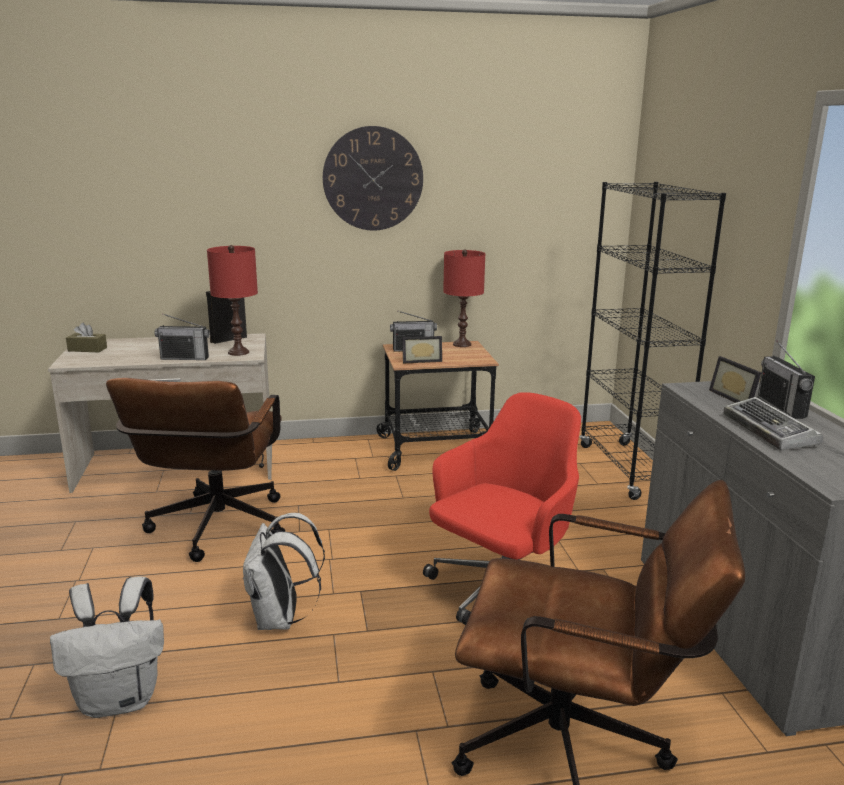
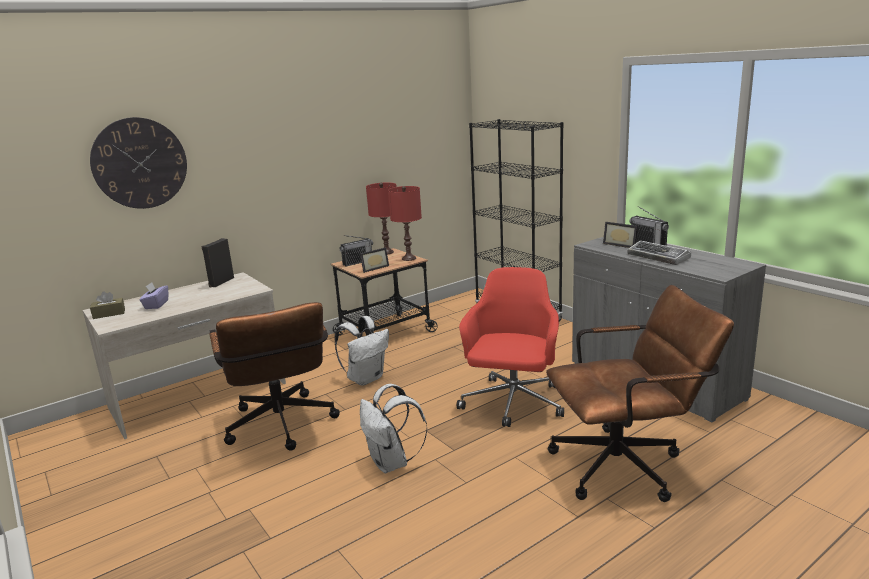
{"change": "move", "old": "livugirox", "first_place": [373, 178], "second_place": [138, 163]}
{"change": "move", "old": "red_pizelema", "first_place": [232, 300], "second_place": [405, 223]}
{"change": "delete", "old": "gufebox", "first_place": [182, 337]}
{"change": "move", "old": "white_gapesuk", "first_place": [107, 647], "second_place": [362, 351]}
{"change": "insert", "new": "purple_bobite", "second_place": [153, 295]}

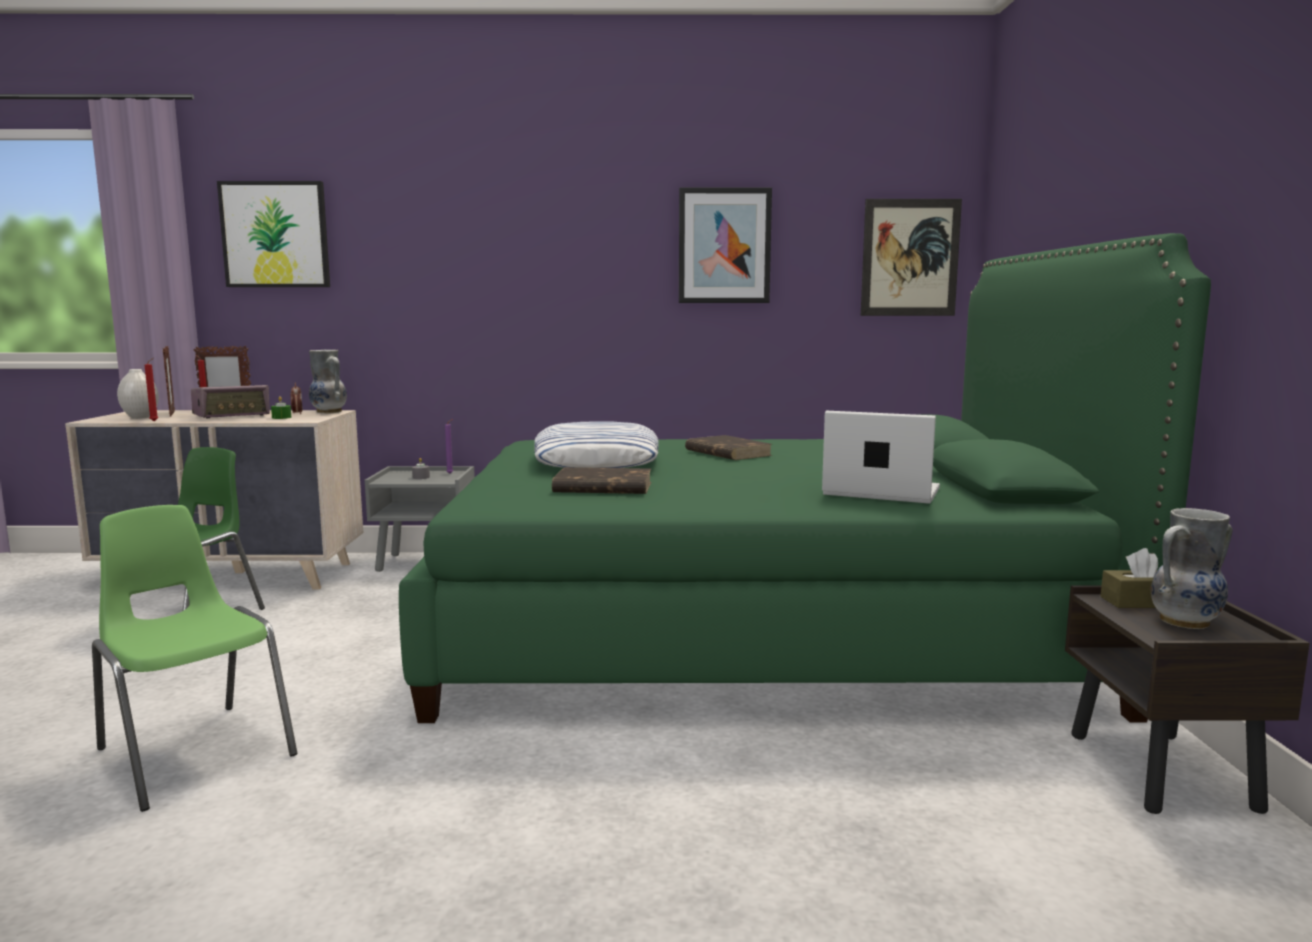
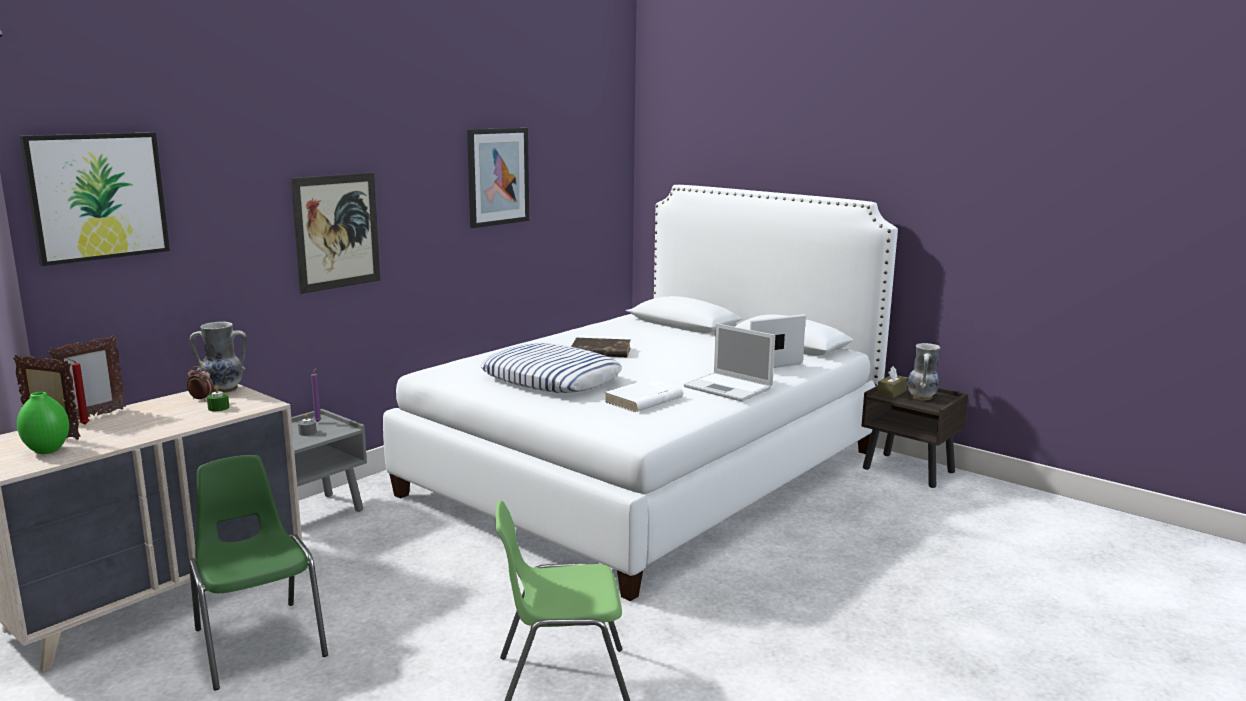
{"change": "move", "old": "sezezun", "first_place": [911, 257], "second_place": [335, 233]}
{"change": "recolor", "old": "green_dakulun", "new": "white_dakulun", "first_place": [805, 478], "second_place": [640, 393]}
{"change": "delete", "old": "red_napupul", "first_place": [151, 389]}
{"change": "recolor", "old": "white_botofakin", "new": "green_botofakin", "first_place": [138, 394], "second_place": [43, 423]}
{"change": "delete", "old": "gufebox", "first_place": [230, 401]}
{"change": "recolor", "old": "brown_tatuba", "new": "white_tatuba", "first_place": [601, 480], "second_place": [644, 395]}
{"change": "insert", "new": "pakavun", "second_place": [729, 362]}

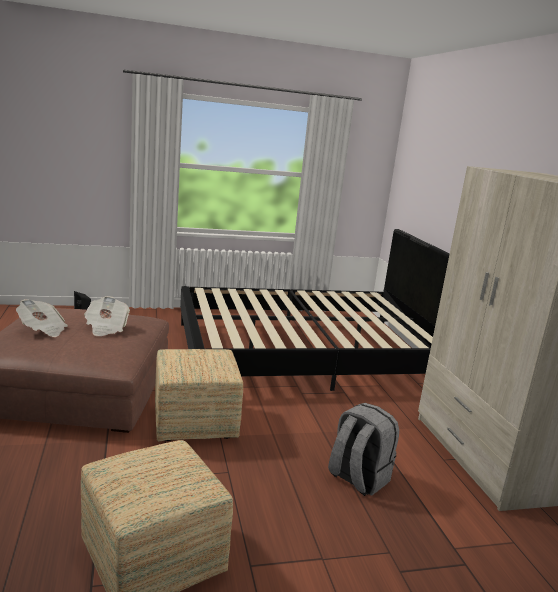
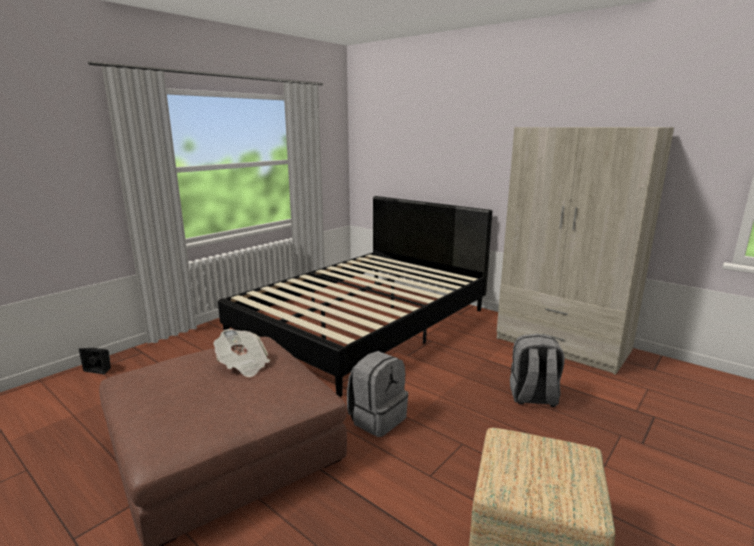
{"change": "delete", "old": "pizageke", "first_place": [42, 318]}
{"change": "replace", "old": "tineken", "new": "grey_gapesuk", "first_place": [199, 395], "second_place": [377, 394]}

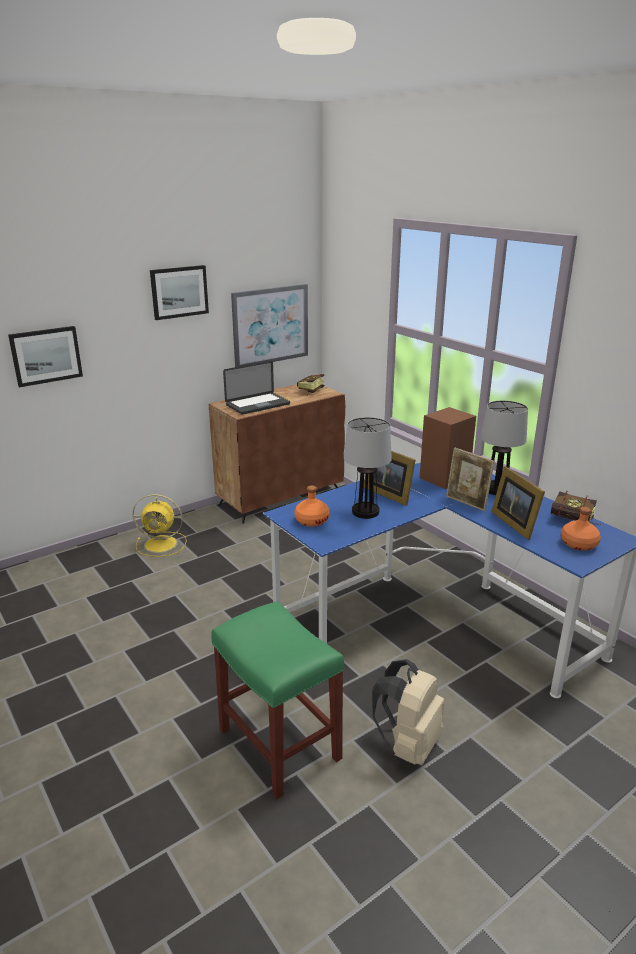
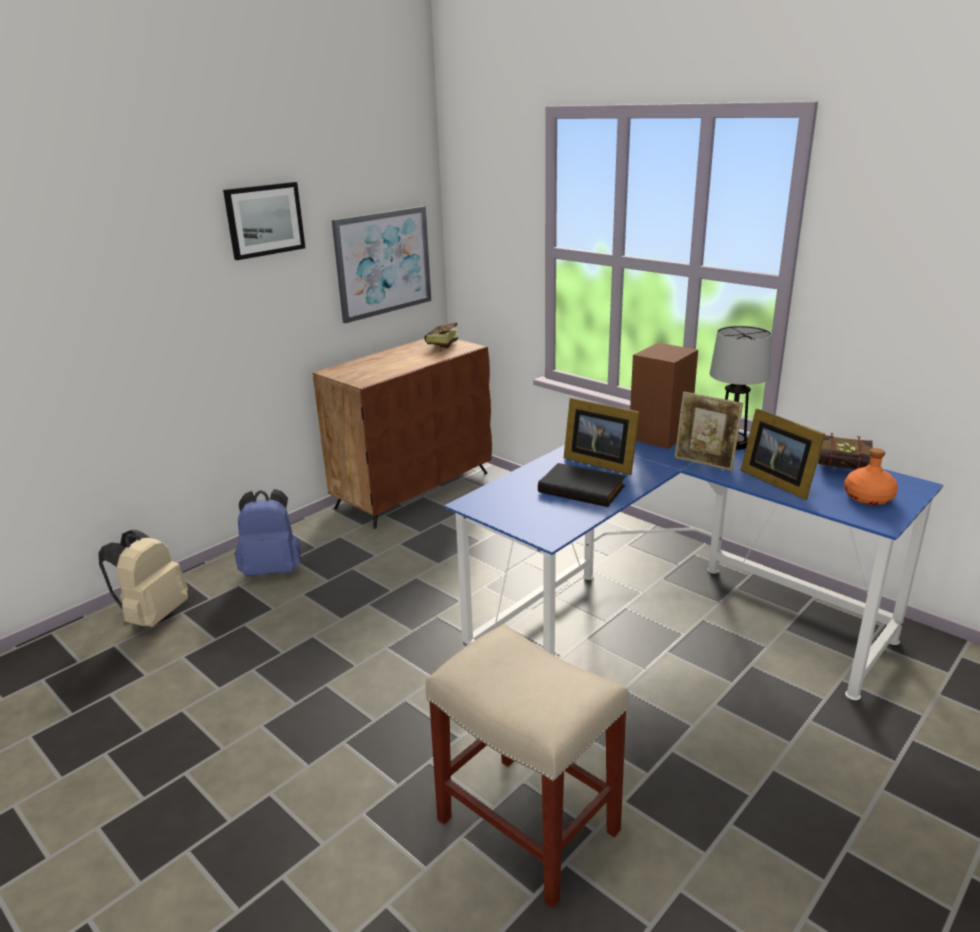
{"change": "delete", "old": "sezezun", "first_place": [45, 356]}
{"change": "delete", "old": "pakavun", "first_place": [256, 388]}
{"change": "replace", "old": "pizelema", "new": "black_tatuba", "first_place": [368, 468], "second_place": [581, 485]}
{"change": "delete", "old": "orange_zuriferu", "first_place": [312, 506]}
{"change": "replace", "old": "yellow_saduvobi", "new": "blue_gapesuk", "first_place": [159, 525], "second_place": [268, 532]}
{"change": "recolor", "old": "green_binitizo", "new": "beige_binitizo", "first_place": [277, 700], "second_place": [527, 766]}
{"change": "move", "old": "beige_gapesuk", "first_place": [408, 712], "second_place": [143, 578]}

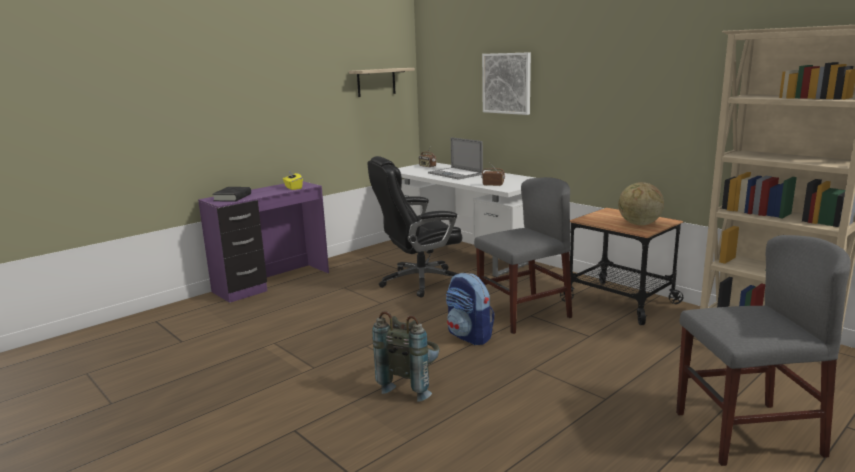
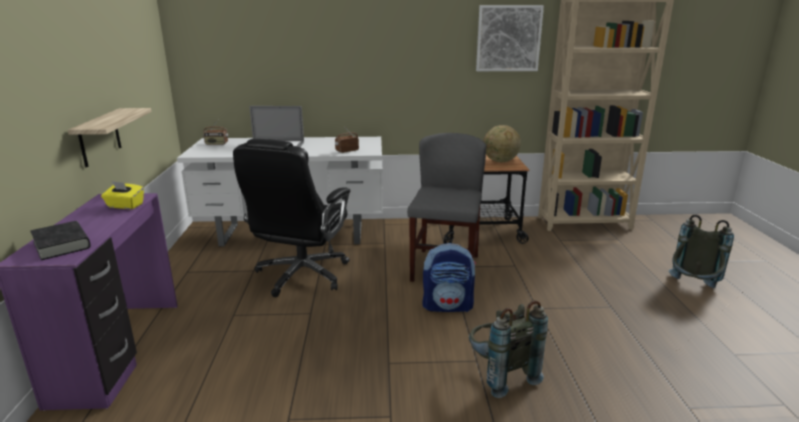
{"change": "move", "old": "sezezun", "first_place": [506, 83], "second_place": [510, 38]}
{"change": "move", "old": "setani", "first_place": [382, 82], "second_place": [110, 137]}
{"change": "replace", "old": "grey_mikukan", "new": "grey_gapesuk", "first_place": [763, 350], "second_place": [701, 251]}

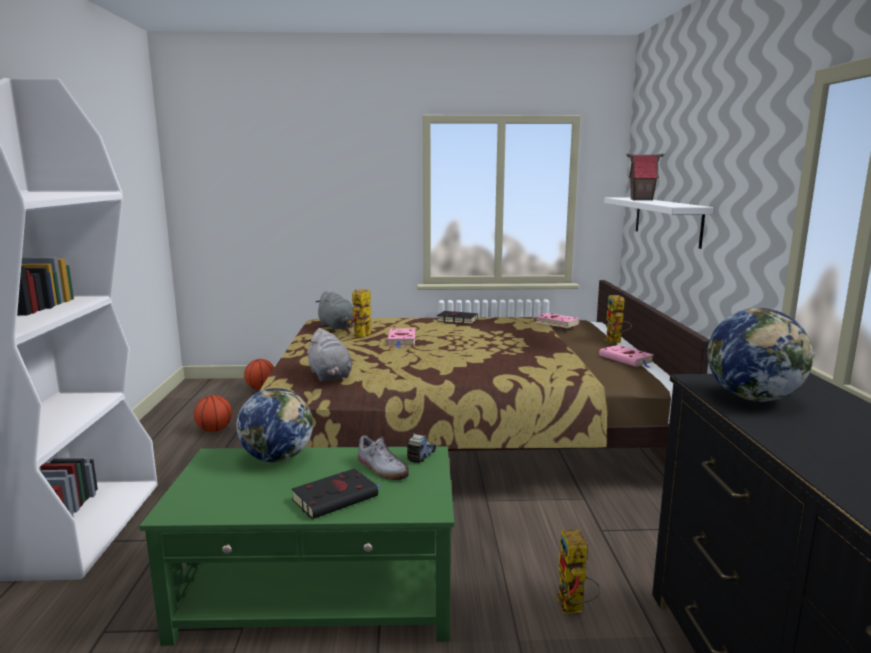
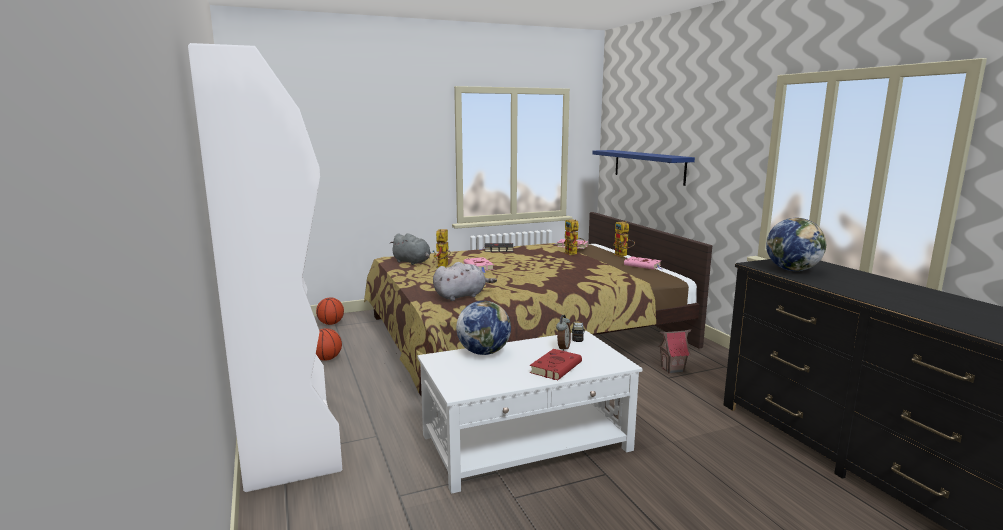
{"change": "move", "old": "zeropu", "first_place": [645, 177], "second_place": [674, 351]}
{"change": "recolor", "old": "white_setani", "new": "blue_setani", "first_place": [658, 223], "second_place": [644, 168]}
{"change": "rotate", "old": "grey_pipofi", "first_place": [329, 355], "second_place": [465, 281], "degrees": -75}
{"change": "replace", "old": "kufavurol", "new": "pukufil", "first_place": [383, 458], "second_place": [563, 333]}
{"change": "recolor", "old": "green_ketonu", "new": "white_ketonu", "first_place": [296, 546], "second_place": [530, 412]}
{"change": "recolor", "old": "black_tatuba", "new": "red_tatuba", "first_place": [336, 494], "second_place": [556, 364]}
{"change": "move", "old": "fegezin", "first_place": [578, 571], "second_place": [574, 237]}

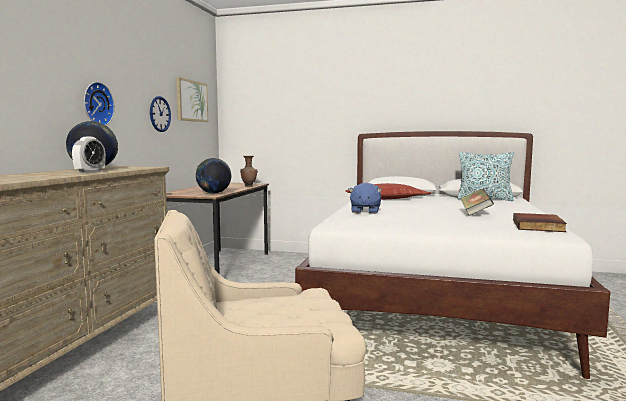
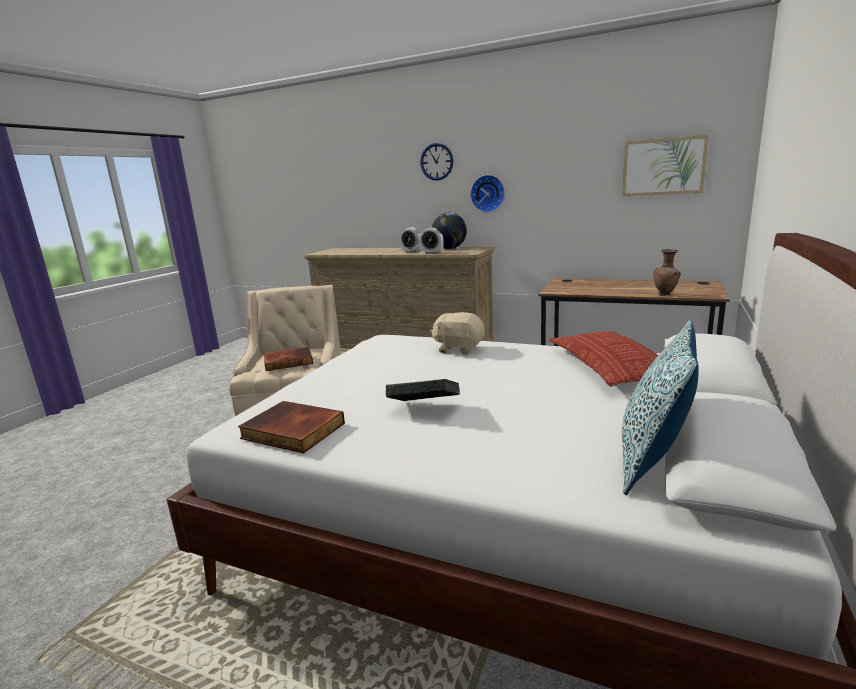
{"change": "move", "old": "livugirox", "first_place": [160, 114], "second_place": [436, 162]}
{"change": "delete", "old": "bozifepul", "first_place": [213, 176]}
{"change": "recolor", "old": "blue_pipofi", "new": "beige_pipofi", "first_place": [365, 198], "second_place": [457, 333]}
{"change": "insert", "new": "pukufil", "second_place": [432, 241]}
{"change": "insert", "new": "tatuba", "second_place": [288, 359]}

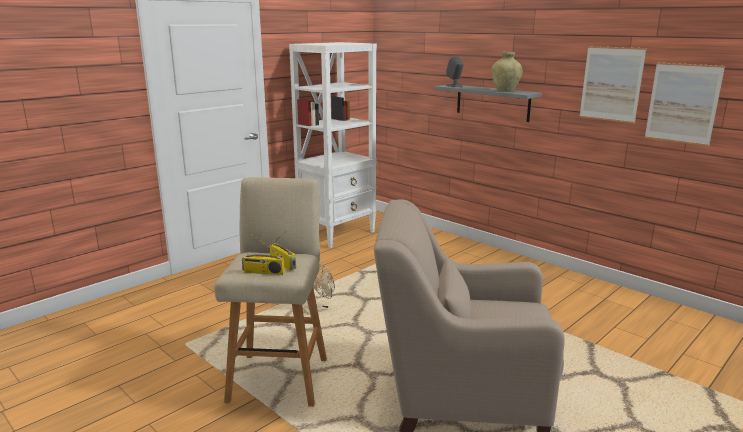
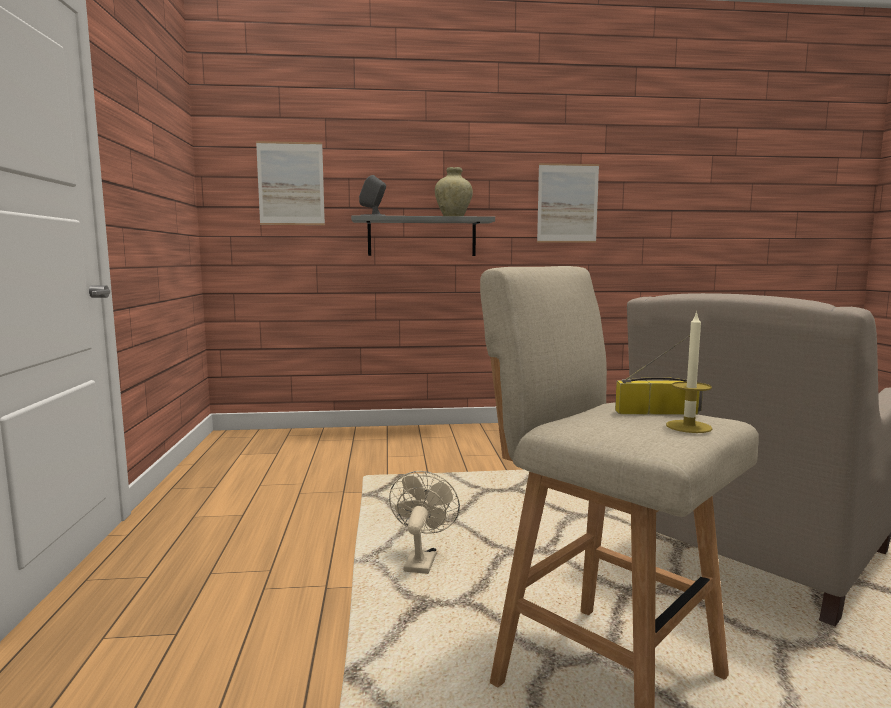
{"change": "delete", "old": "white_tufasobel", "first_place": [333, 145]}
{"change": "move", "old": "sezezun", "first_place": [685, 104], "second_place": [290, 183]}
{"change": "replace", "old": "gufebox", "new": "napupul", "first_place": [263, 254], "second_place": [689, 372]}

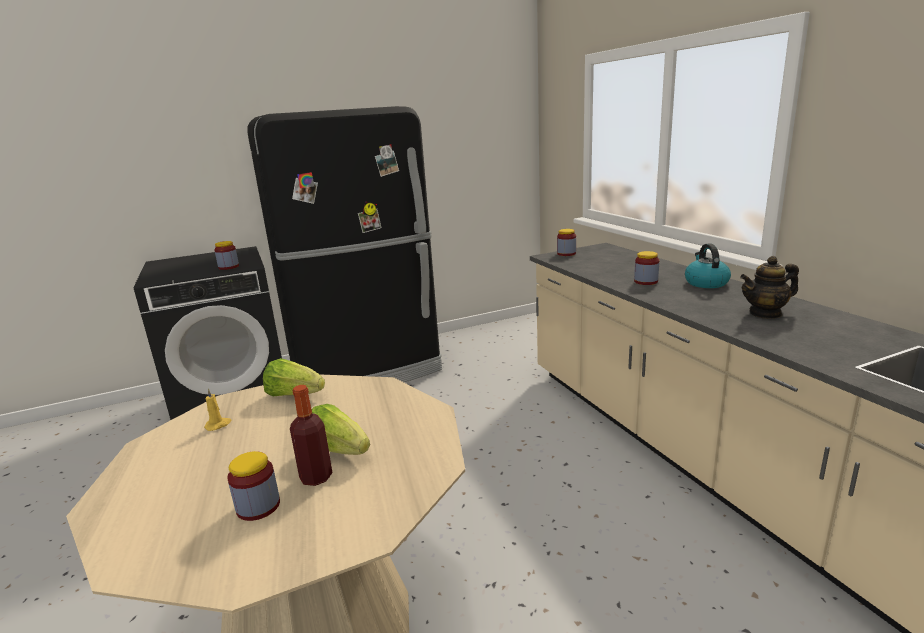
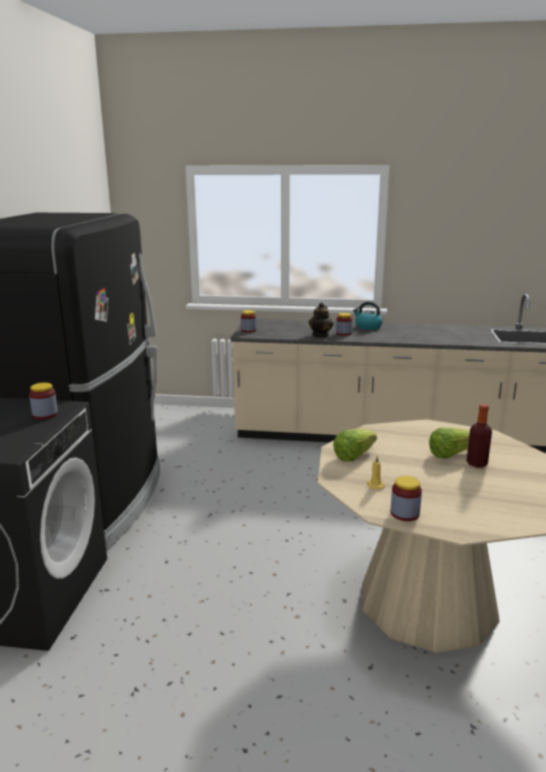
{"change": "move", "old": "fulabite", "first_place": [769, 287], "second_place": [321, 320]}
{"change": "move", "old": "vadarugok", "first_place": [253, 486], "second_place": [406, 498]}

